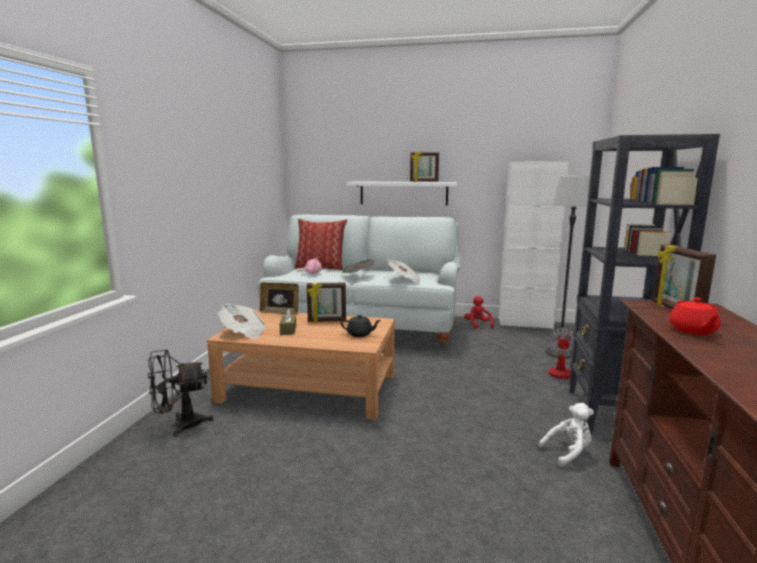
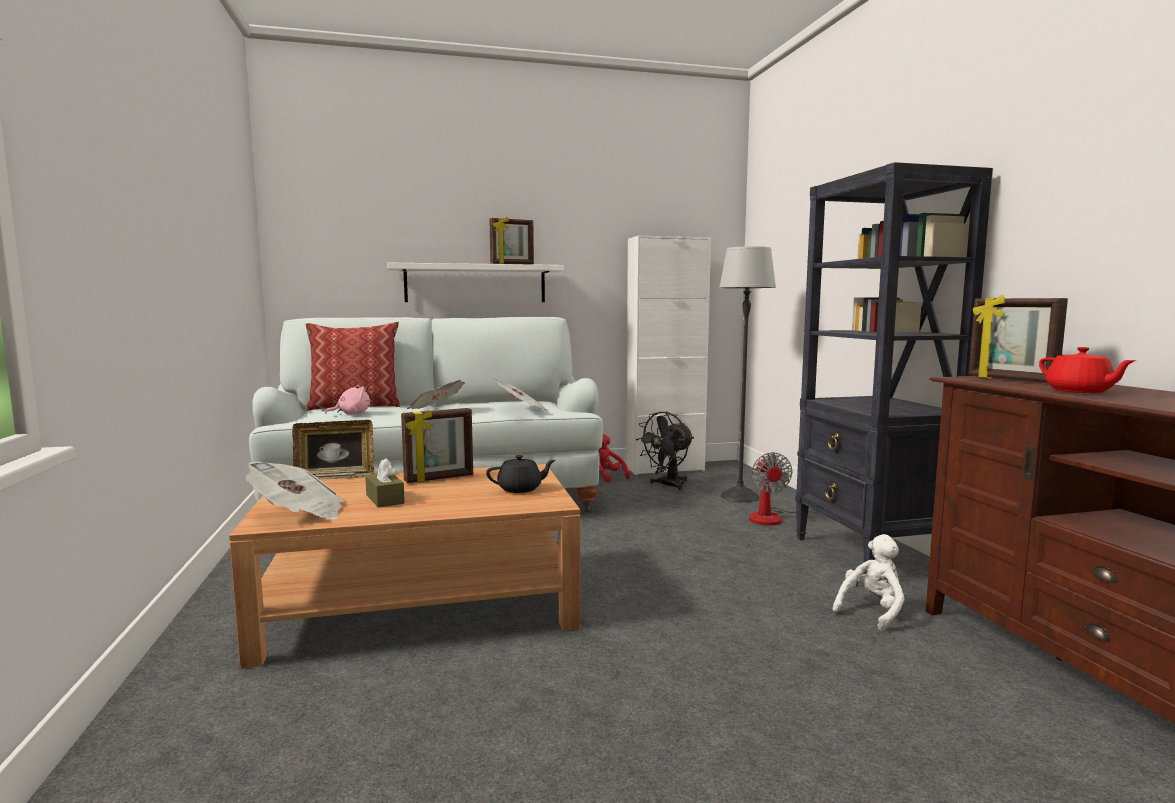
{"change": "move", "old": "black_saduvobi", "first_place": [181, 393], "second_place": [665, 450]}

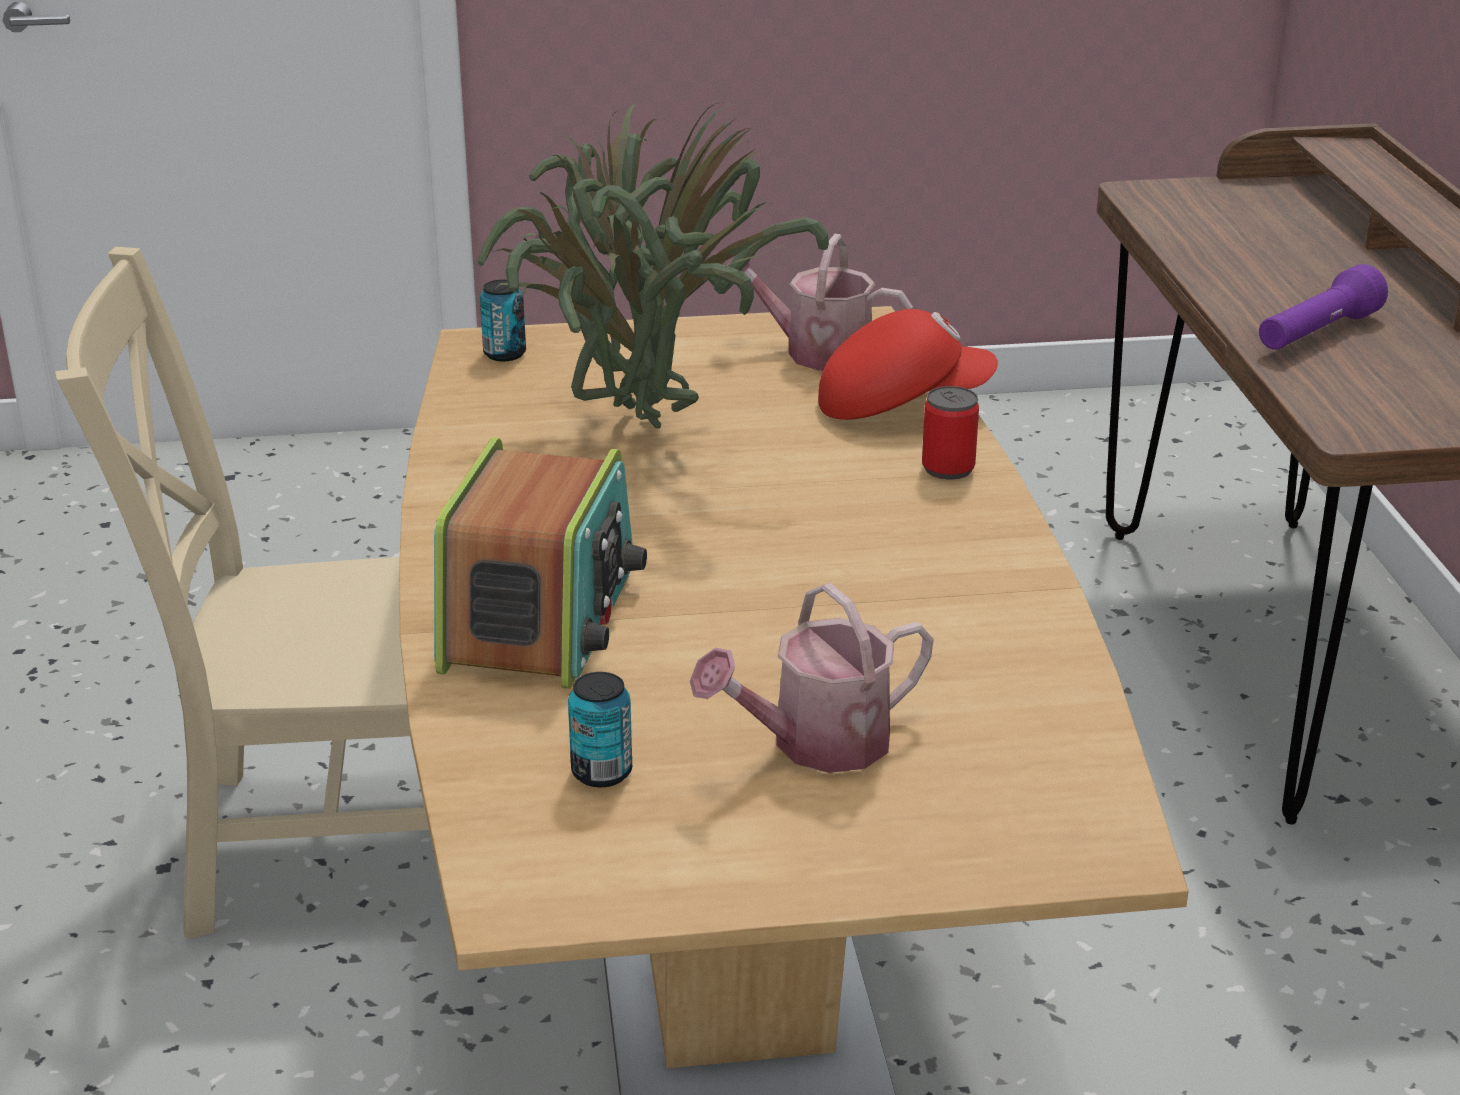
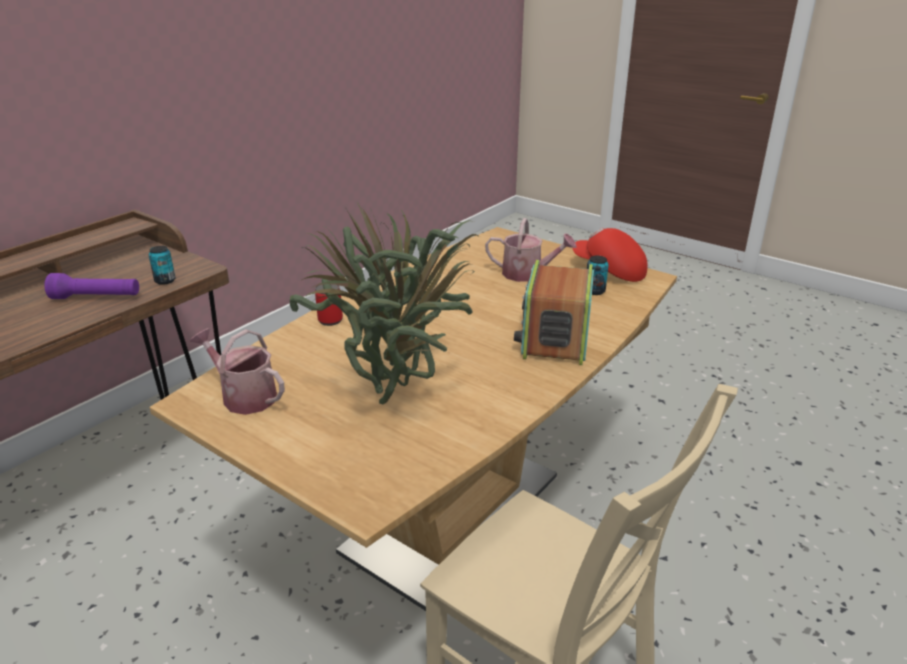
{"change": "rotate", "old": "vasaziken", "first_place": [820, 302], "second_place": [237, 371], "degrees": 150}
{"change": "move", "old": "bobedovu", "first_place": [503, 320], "second_place": [162, 265]}
{"change": "move", "old": "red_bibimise", "first_place": [908, 364], "second_place": [610, 255]}
{"change": "rotate", "old": "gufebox", "first_place": [540, 563], "second_place": [554, 312], "degrees": -45}

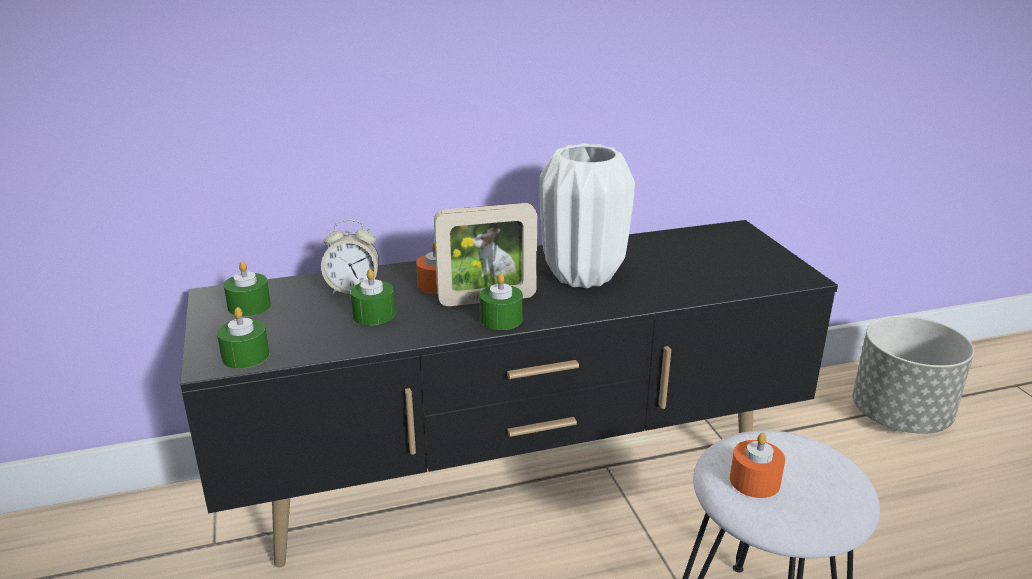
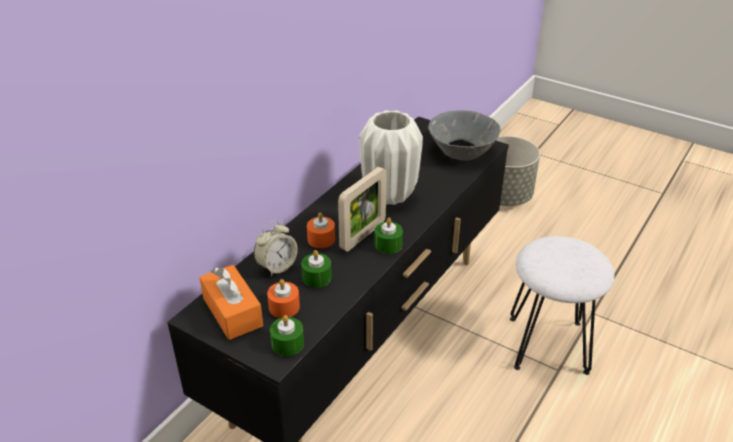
{"change": "replace", "old": "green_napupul", "new": "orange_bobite", "first_place": [247, 289], "second_place": [231, 302]}
{"change": "move", "old": "orange_napupul", "first_place": [757, 465], "second_place": [283, 298]}
{"change": "insert", "new": "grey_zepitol", "second_place": [464, 135]}

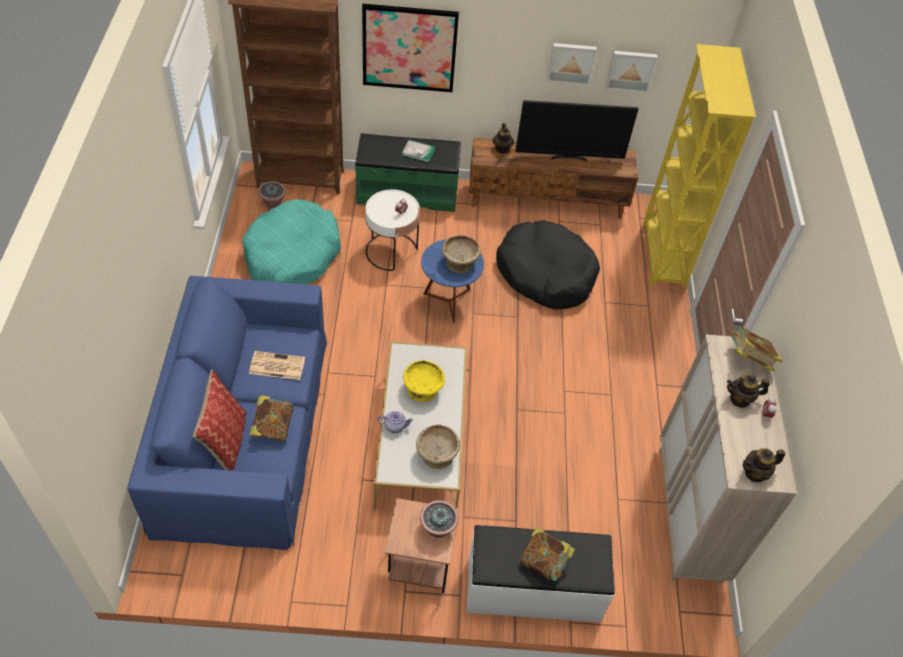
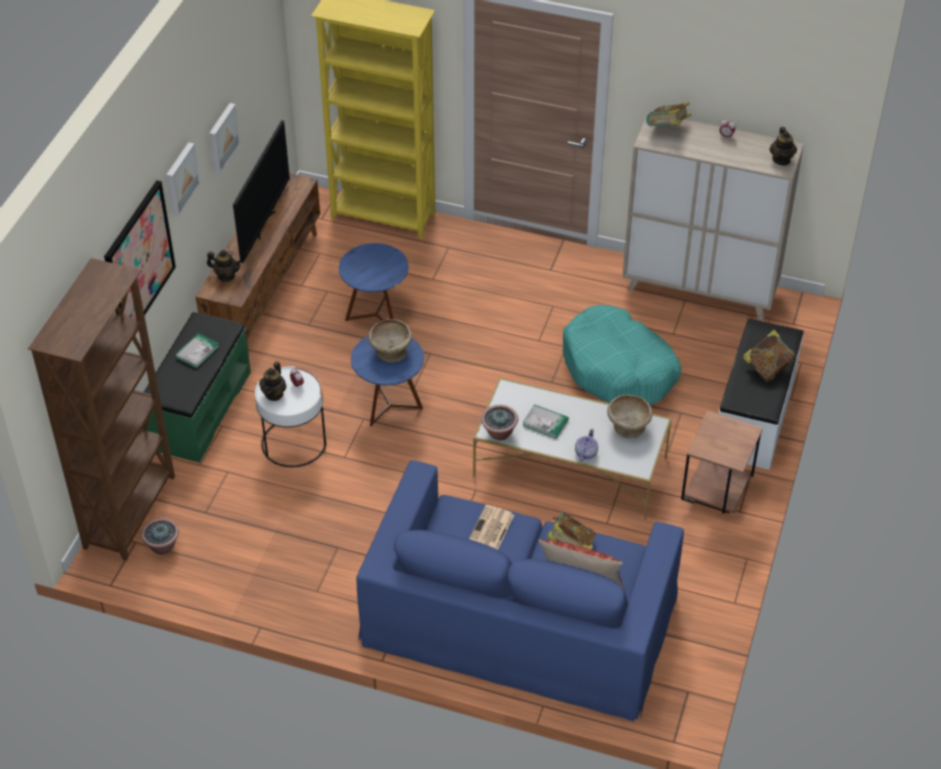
{"change": "move", "old": "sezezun", "first_place": [632, 72], "second_place": [183, 179]}
{"change": "move", "old": "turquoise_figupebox", "first_place": [291, 242], "second_place": [622, 355]}
{"change": "replace", "old": "black_figupebox", "new": "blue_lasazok", "first_place": [548, 264], "second_place": [374, 282]}
{"change": "replace", "old": "yellow_zepitol", "new": "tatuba", "first_place": [424, 381], "second_place": [545, 421]}
{"change": "move", "old": "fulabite", "first_place": [748, 391], "second_place": [273, 381]}
{"change": "move", "old": "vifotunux", "first_place": [439, 519], "second_place": [499, 422]}

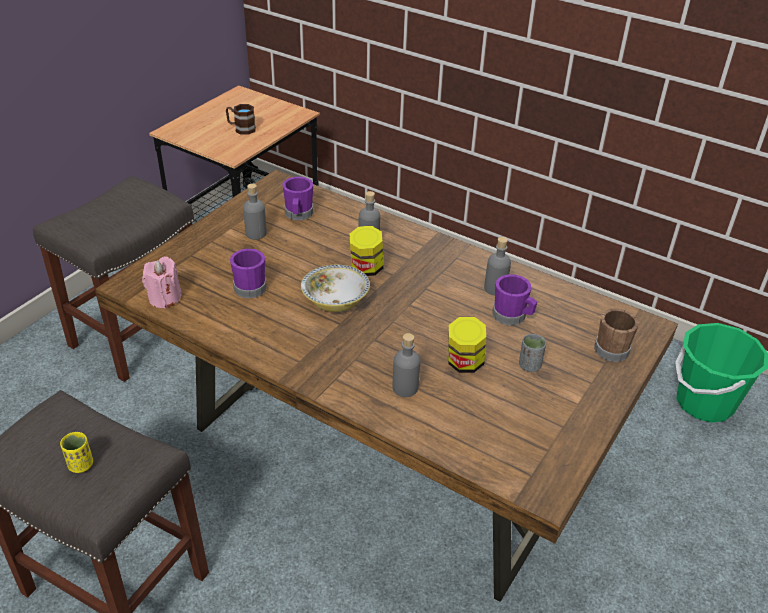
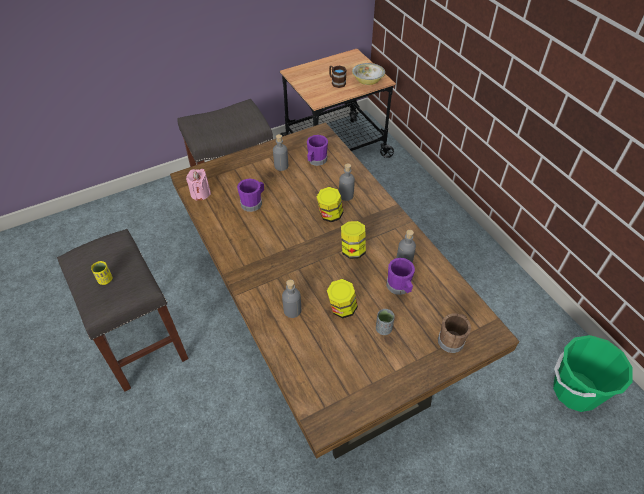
{"change": "move", "old": "zepitol", "first_place": [335, 288], "second_place": [368, 74]}
{"change": "insert", "new": "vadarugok", "second_place": [353, 240]}

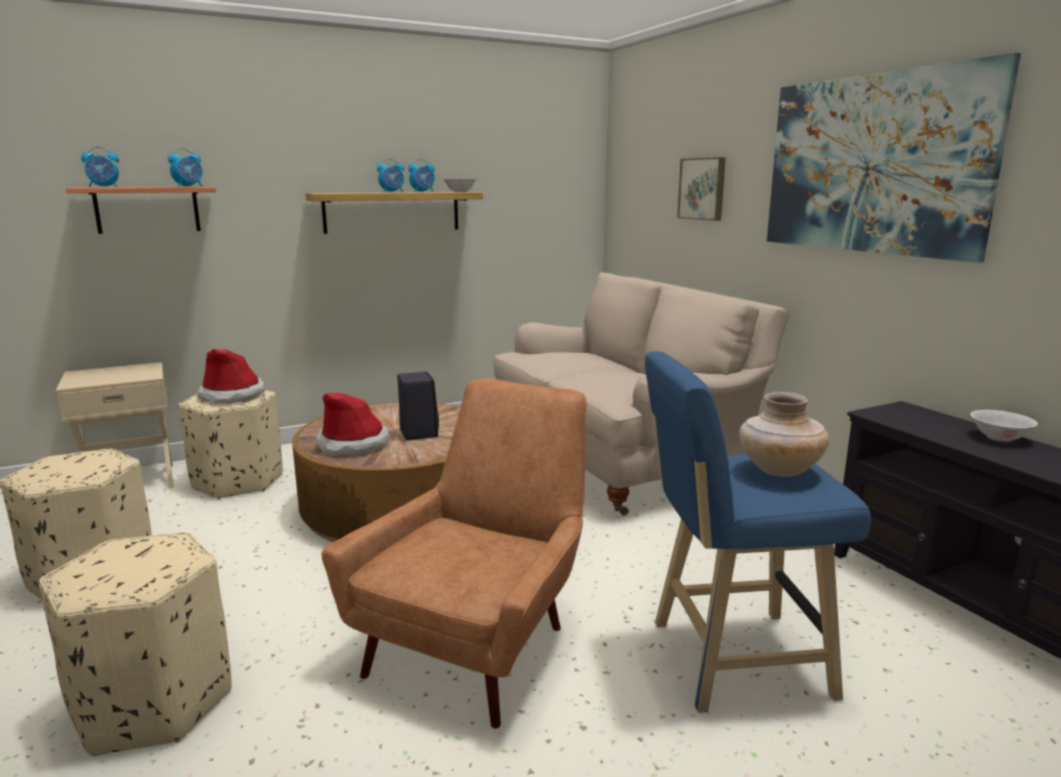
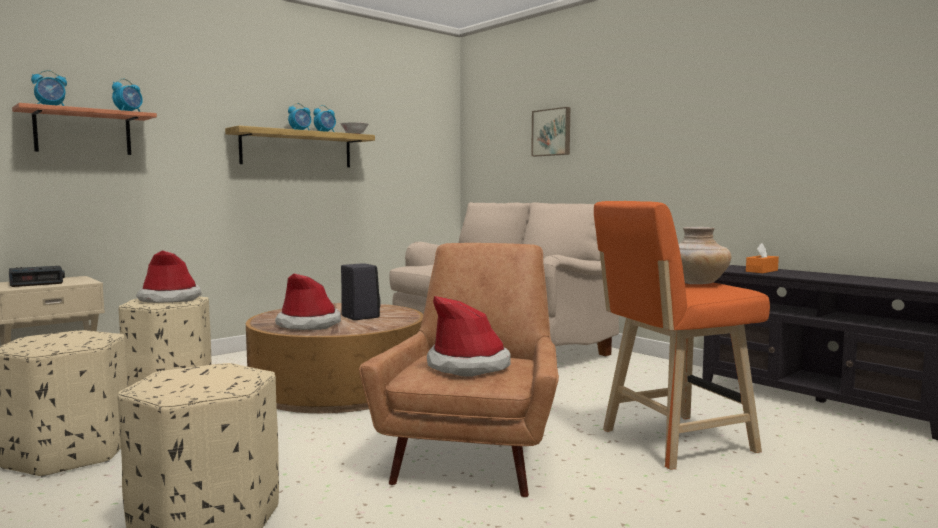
{"change": "delete", "old": "sezezun", "first_place": [894, 158]}
{"change": "recolor", "old": "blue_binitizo", "new": "orange_binitizo", "first_place": [758, 532], "second_place": [682, 335]}
{"change": "delete", "old": "white_zepitol", "first_place": [1004, 426]}
{"change": "insert", "new": "orange_bobite", "second_place": [762, 258]}
{"change": "insert", "new": "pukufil", "second_place": [37, 276]}
{"change": "insert", "new": "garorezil", "second_place": [469, 336]}

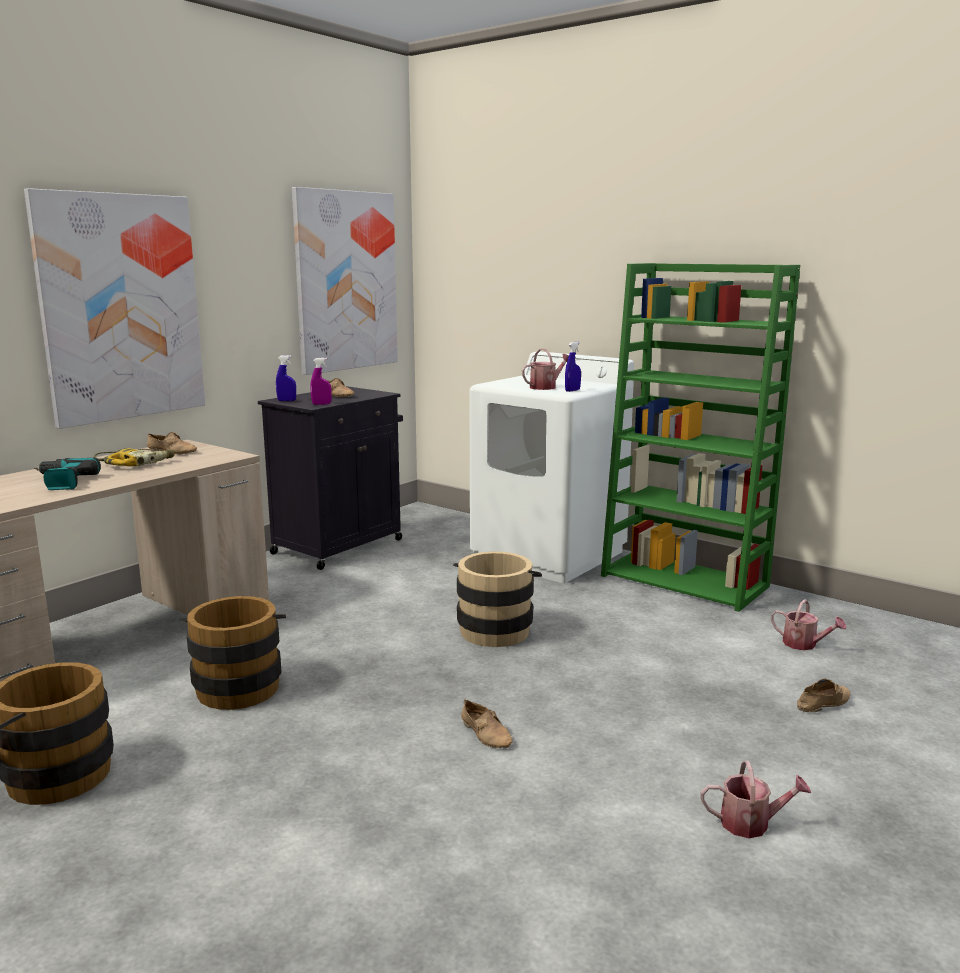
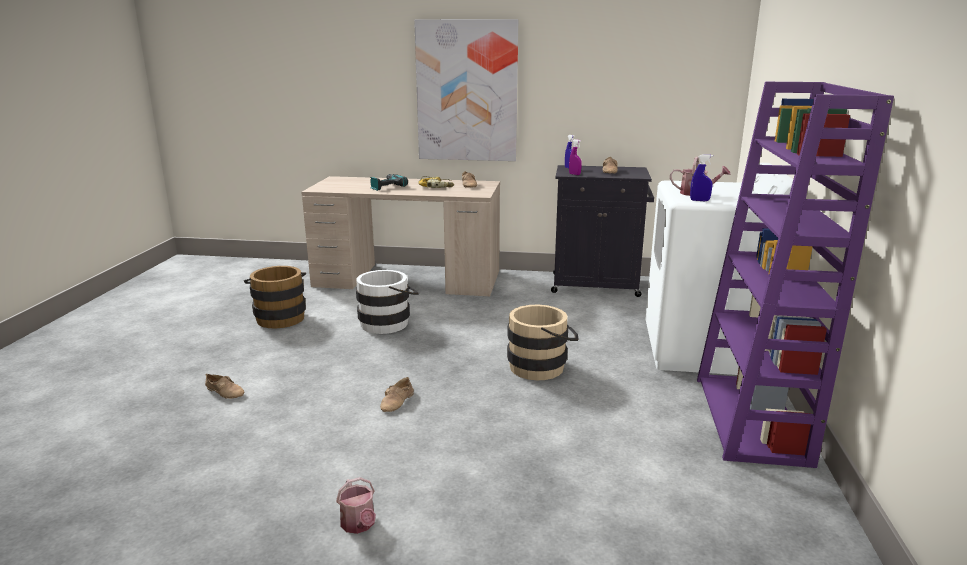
{"change": "delete", "old": "sezezun", "first_place": [345, 281]}
{"change": "recolor", "old": "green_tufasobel", "new": "purple_tufasobel", "first_place": [700, 437], "second_place": [795, 275]}
{"change": "recolor", "old": "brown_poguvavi", "new": "white_poguvavi", "first_place": [233, 653], "second_place": [387, 302]}
{"change": "delete", "old": "vasaziken", "first_place": [808, 624]}
{"change": "move", "old": "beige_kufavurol", "first_place": [823, 695], "second_place": [225, 386]}

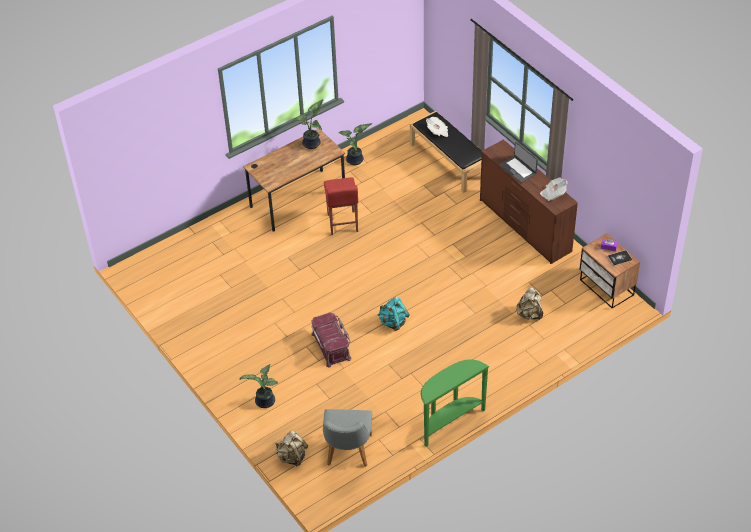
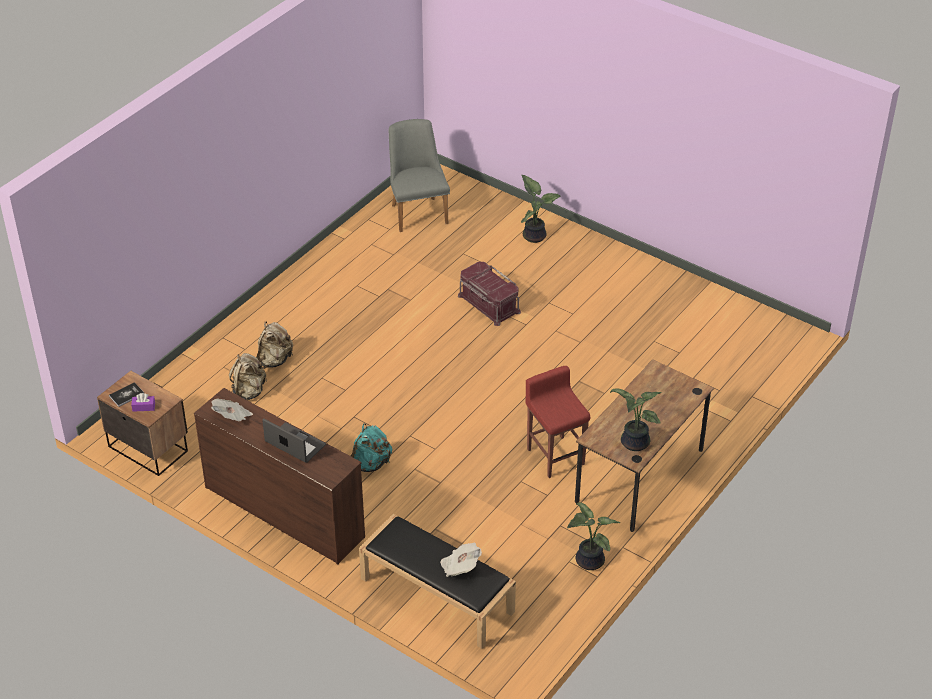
{"change": "move", "old": "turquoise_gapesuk", "first_place": [393, 314], "second_place": [371, 448]}
{"change": "delete", "old": "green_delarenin", "first_place": [455, 403]}
{"change": "move", "old": "beige_gapesuk", "first_place": [291, 449], "second_place": [274, 345]}

